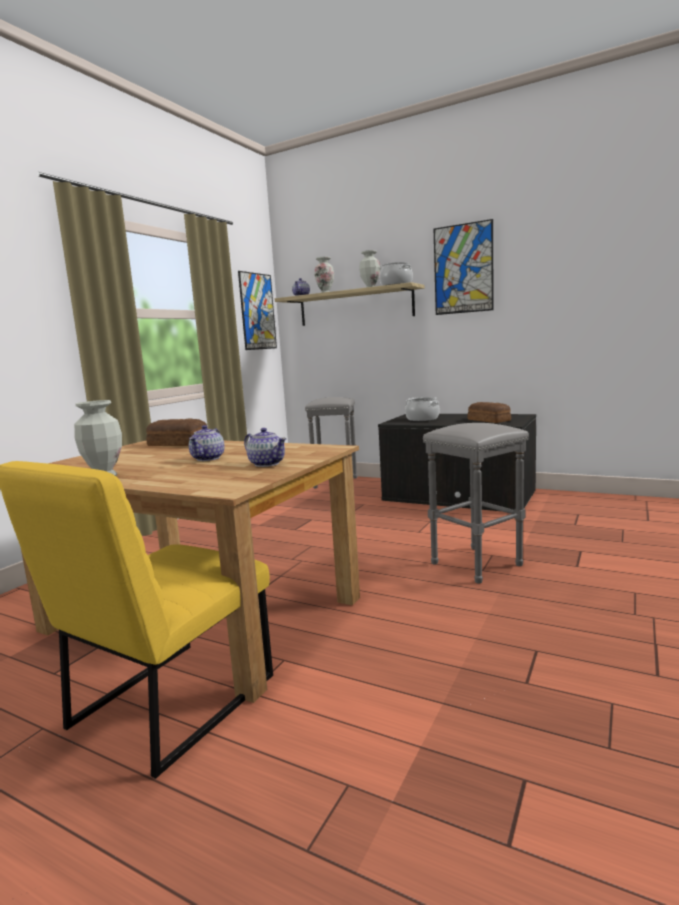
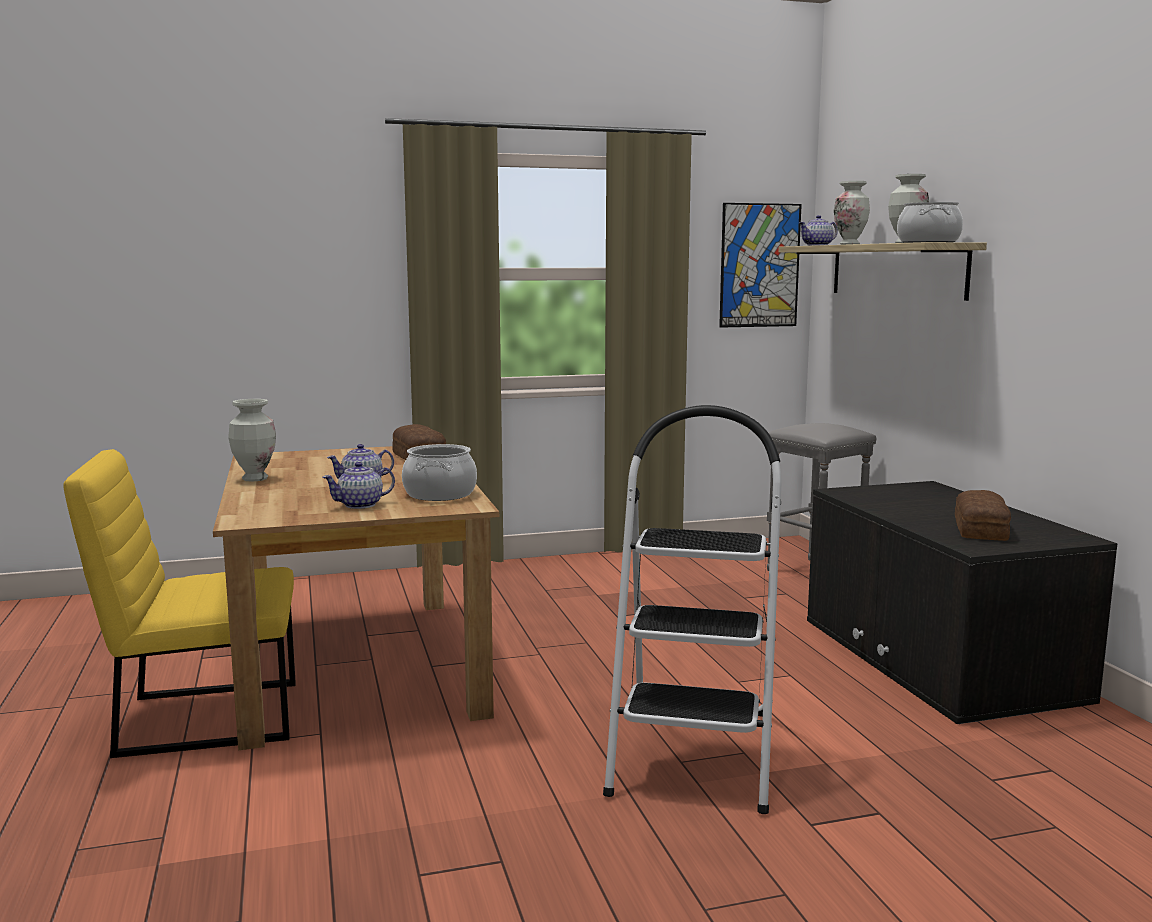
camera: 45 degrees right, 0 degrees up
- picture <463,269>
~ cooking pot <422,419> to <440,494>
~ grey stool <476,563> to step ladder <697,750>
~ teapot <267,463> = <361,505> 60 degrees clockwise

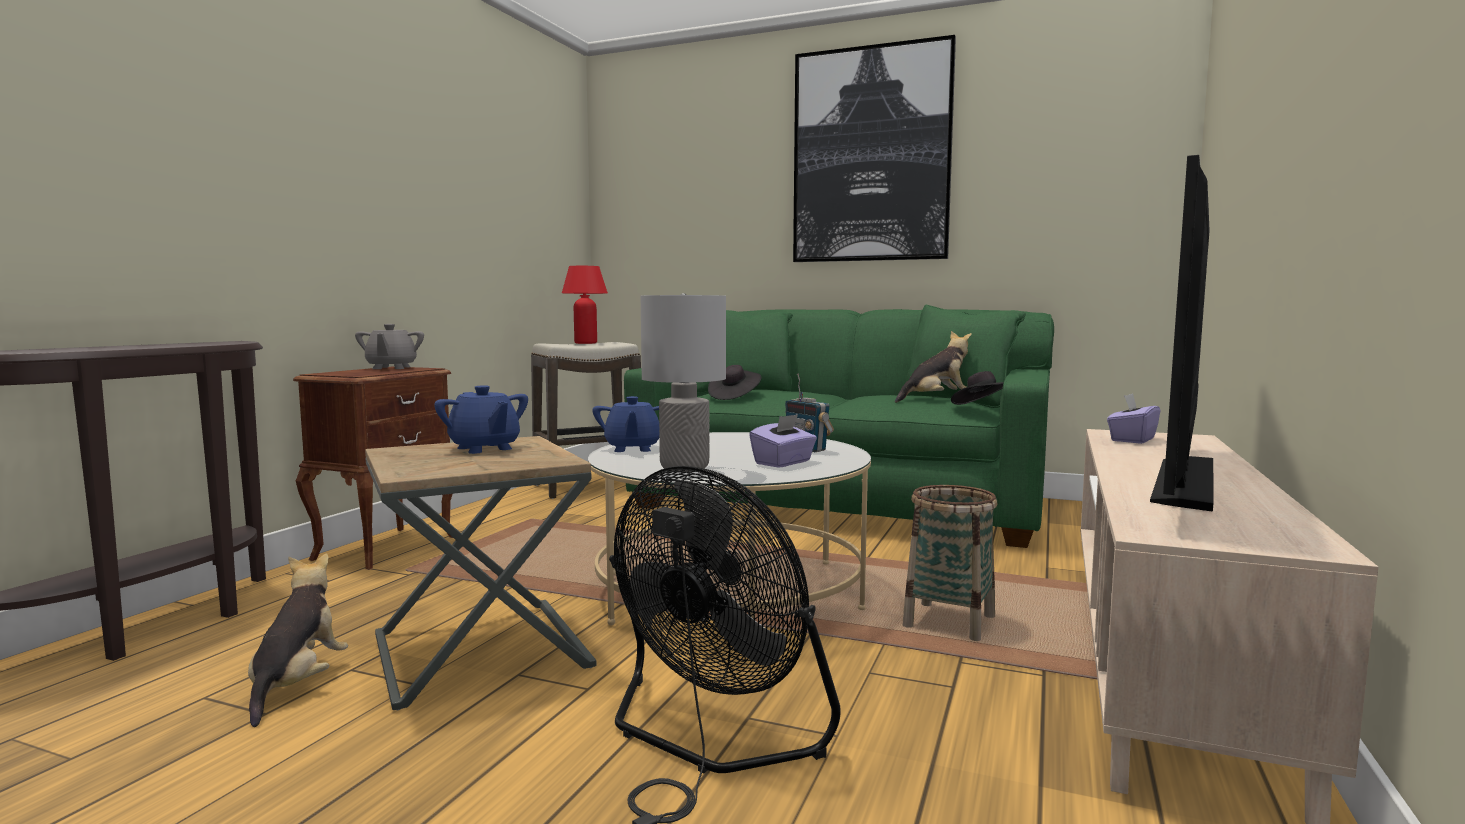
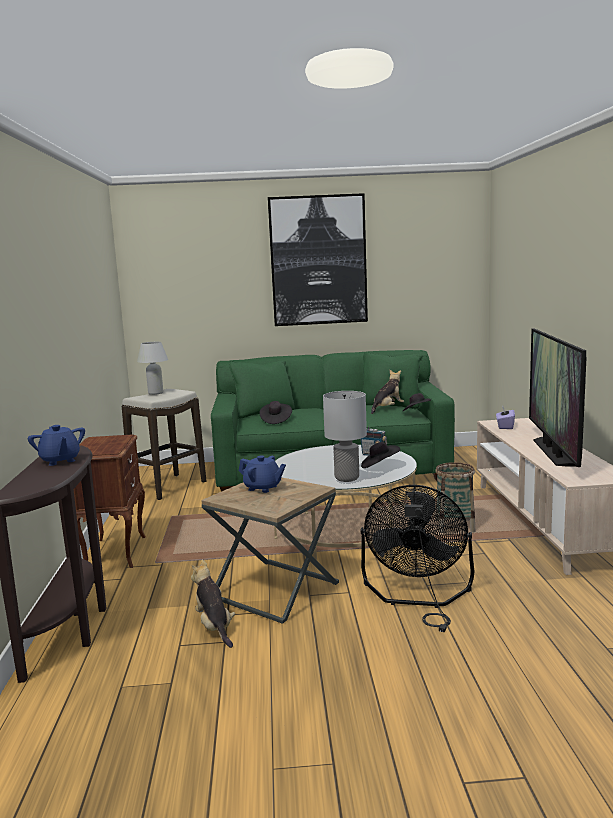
camera: 25 degrees left, 5 degrees up
- grey teapot <391,368>
~ blue teapot <632,448> to <60,460>
~ purple tissue box <783,463> to black hat <379,466>
~ red table lamp <585,343> to white table lamp <155,393>

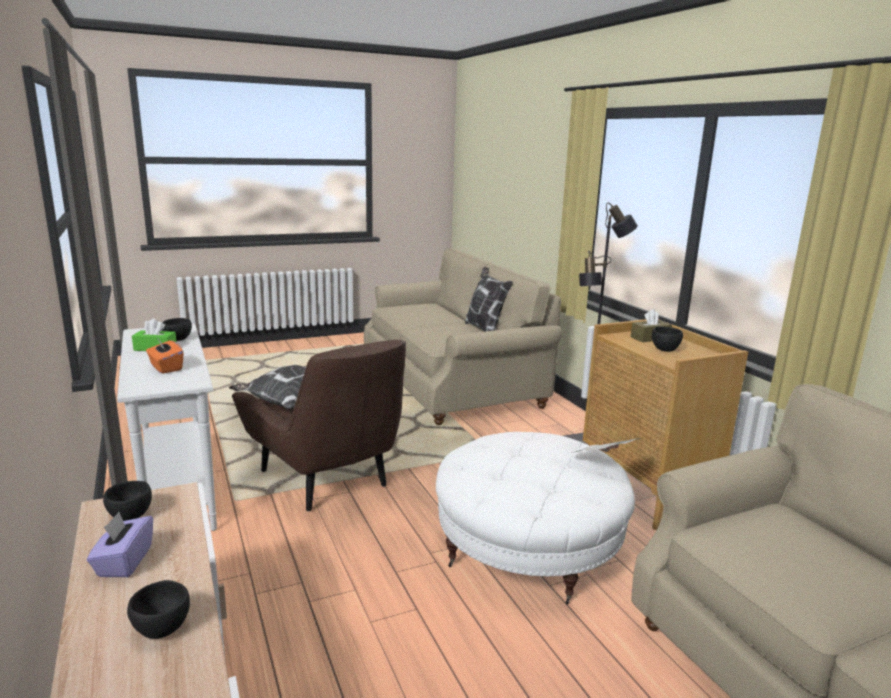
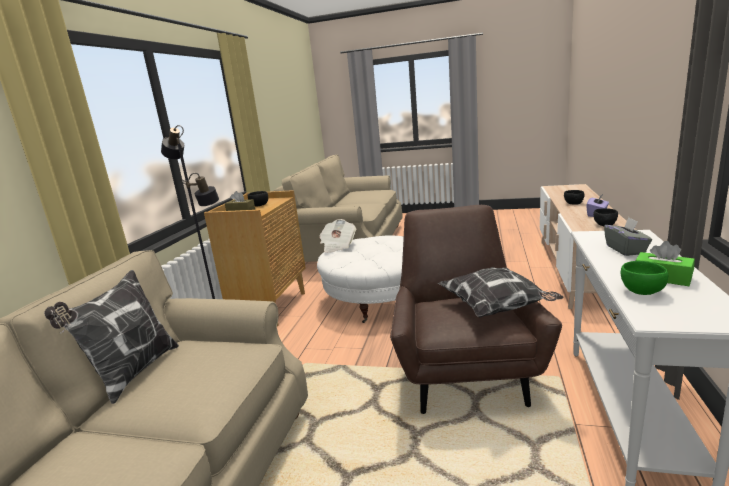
camera: 140 degrees left, 0 degrees up
~ orange tissue box <166,368> to grey tissue box <626,250>
~ black bowl <177,339> to green bowl <643,292>

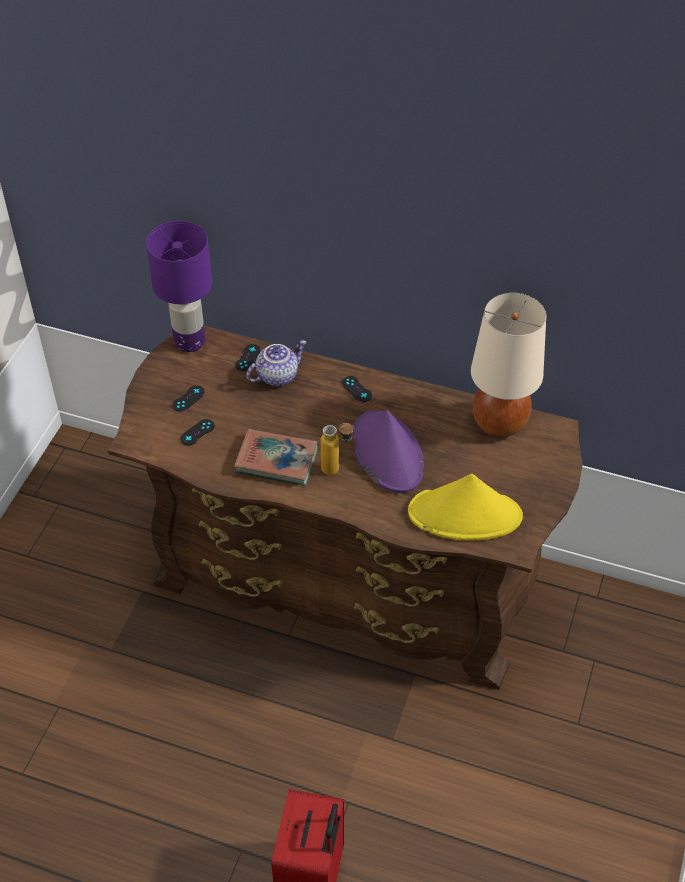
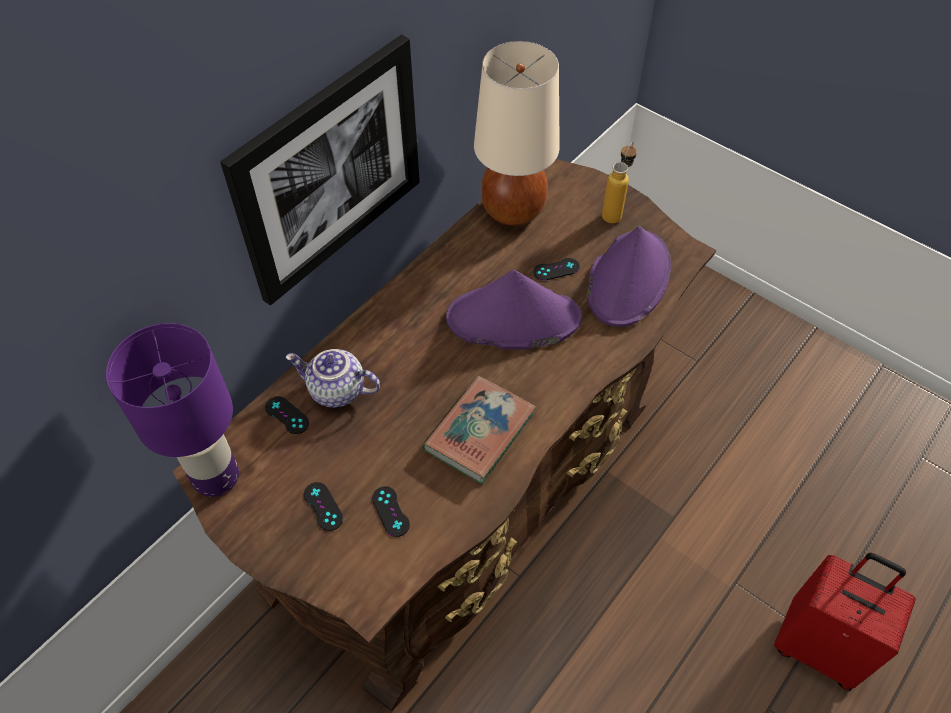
camera: 70 degrees left, 5 degrees up
+ picture <329,170>
~ bottle <337,470> to <615,211>
~ black game controller <356,389> to <556,269>
~ yellow hat <465,514> to purple hat <628,279>
~ teapot <277,375> = <336,391> 60 degrees counterclockwise

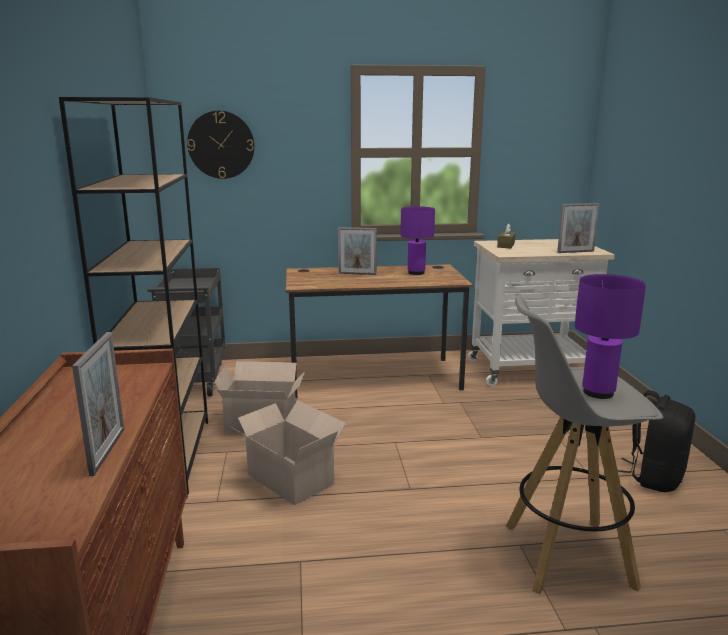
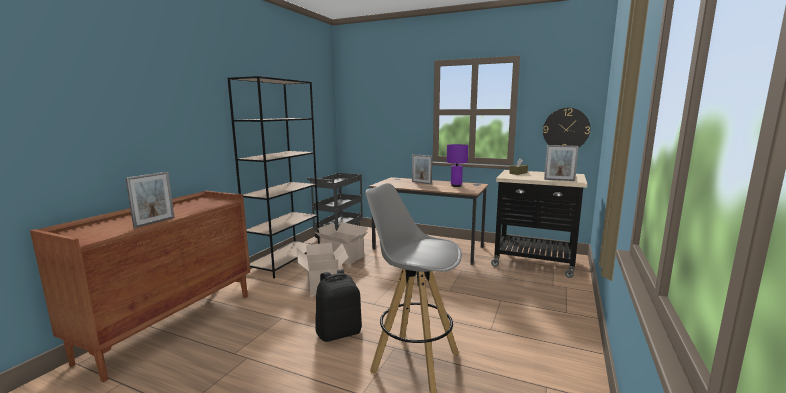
camera: 30 degrees right, 5 degrees down
- purple table lamp <598,393>
~ wall clock <221,145> to <566,129>
~ black backpack <654,477> to <339,332>
~ white cart <529,370> to black cart <533,263>

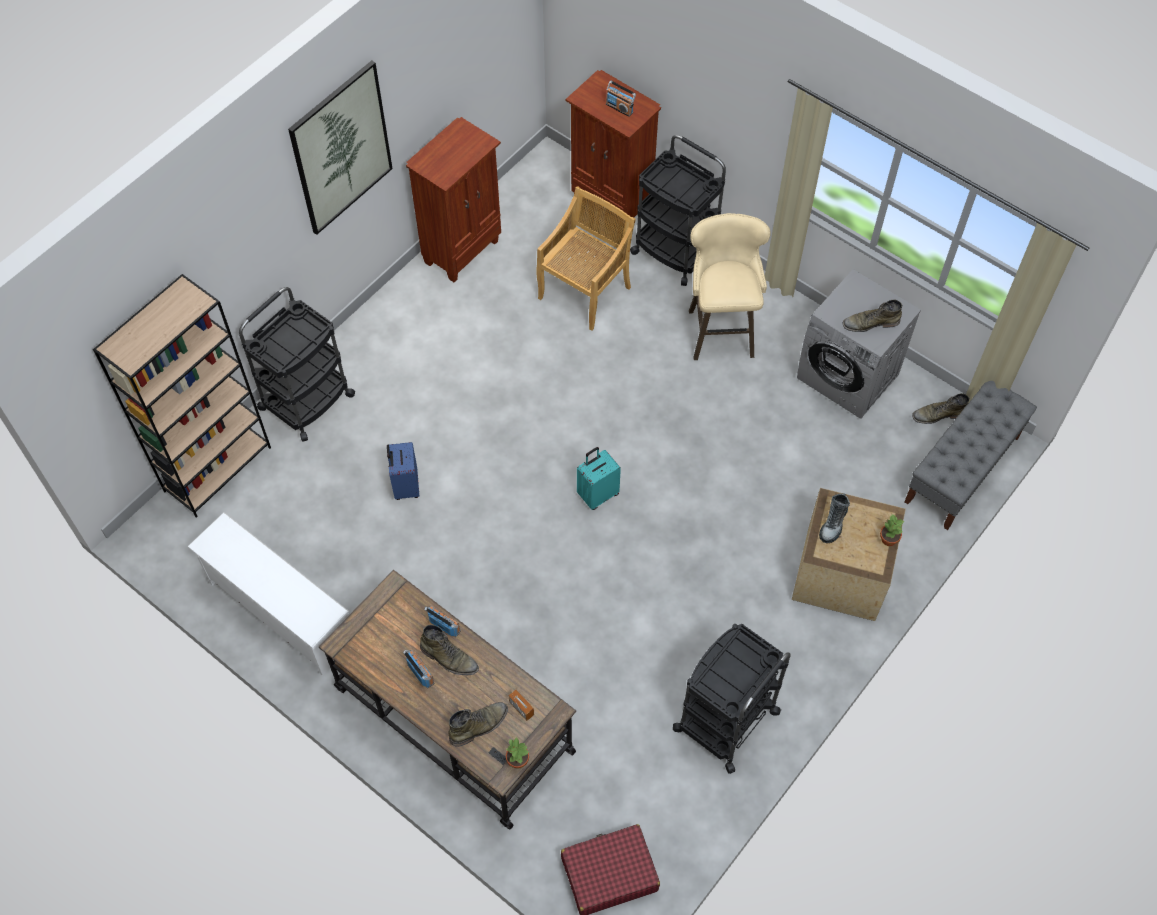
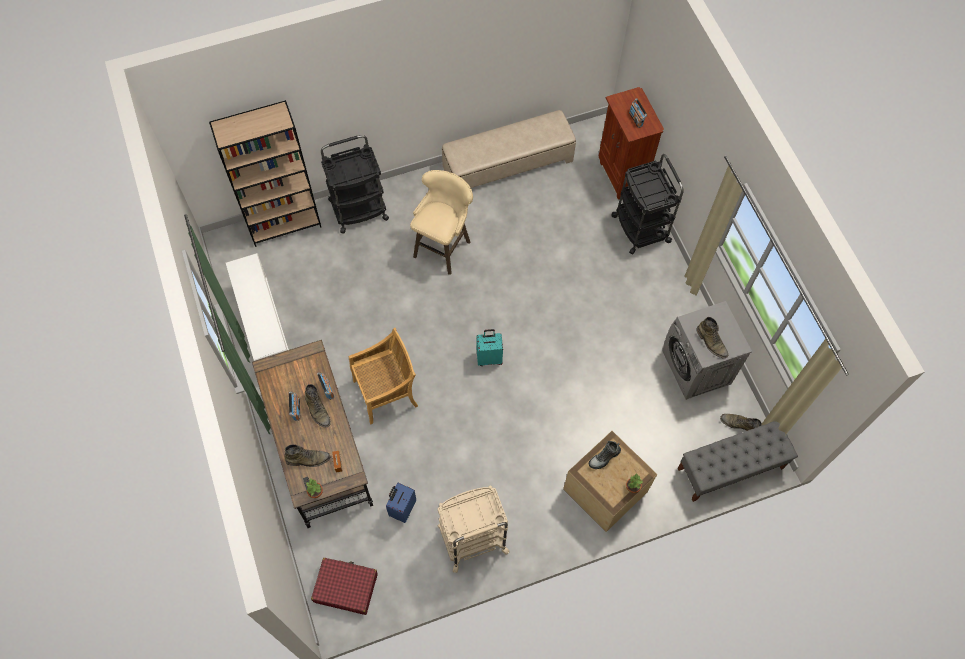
camera: 30 degrees right, 5 degrees up
- picture <341,148>
~ blue suitcase <405,486> to <402,508>
~ beige chair <585,291> to <386,392>
~ beige stool <720,330> to <443,247>
~ brown cabinet <463,253> to beige bench <508,163>
~ black cart <725,720> to beige cart <473,538>
~ green boot <870,323> = <711,342> 150 degrees counterclockwise

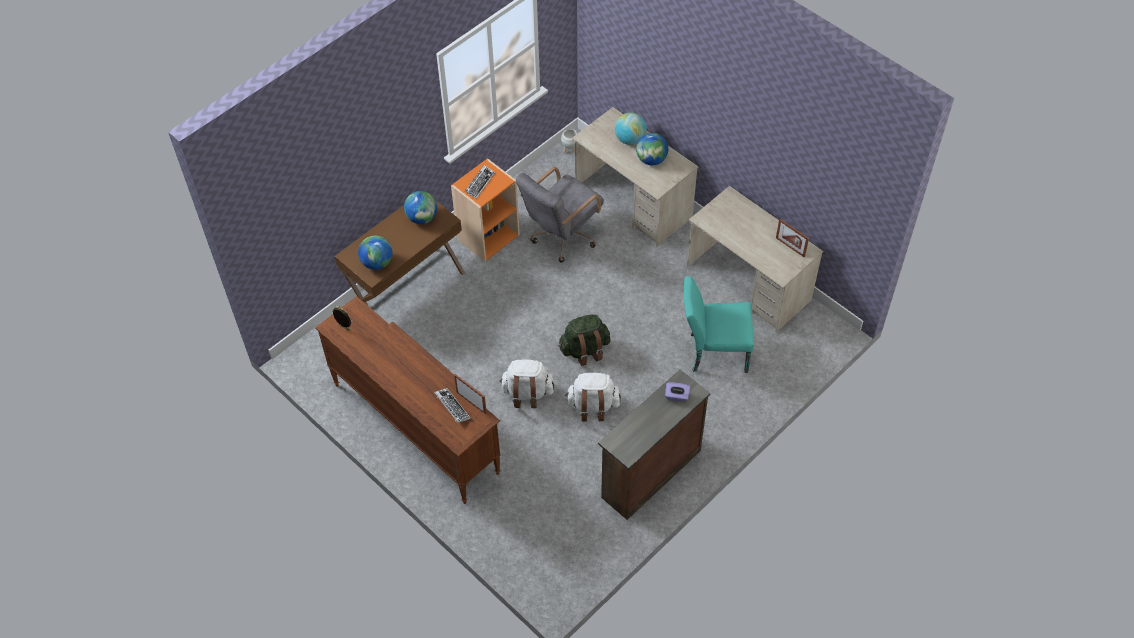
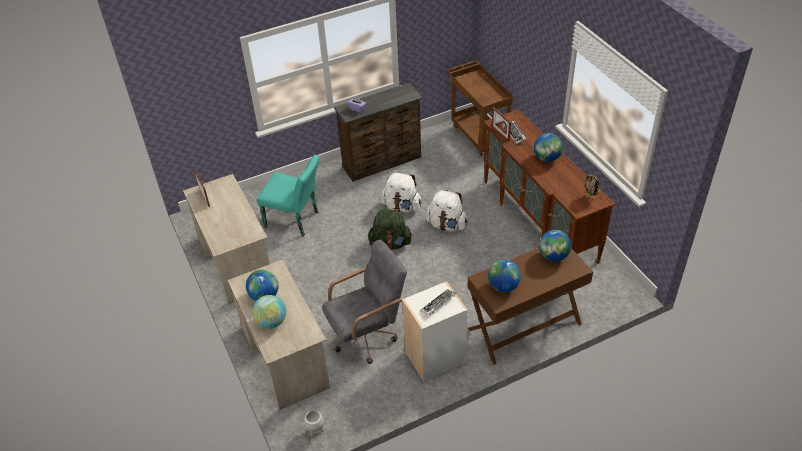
camera: 160 degrees left, 10 degrees down
+ brown cart <477,137>
+ globe <547,158>
~ orange bookcase <488,236> to white bookcase <434,358>

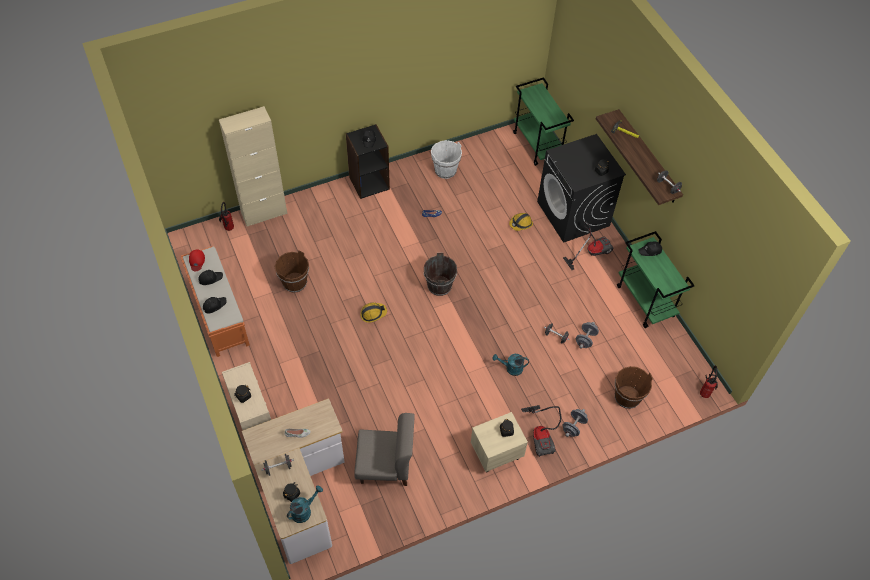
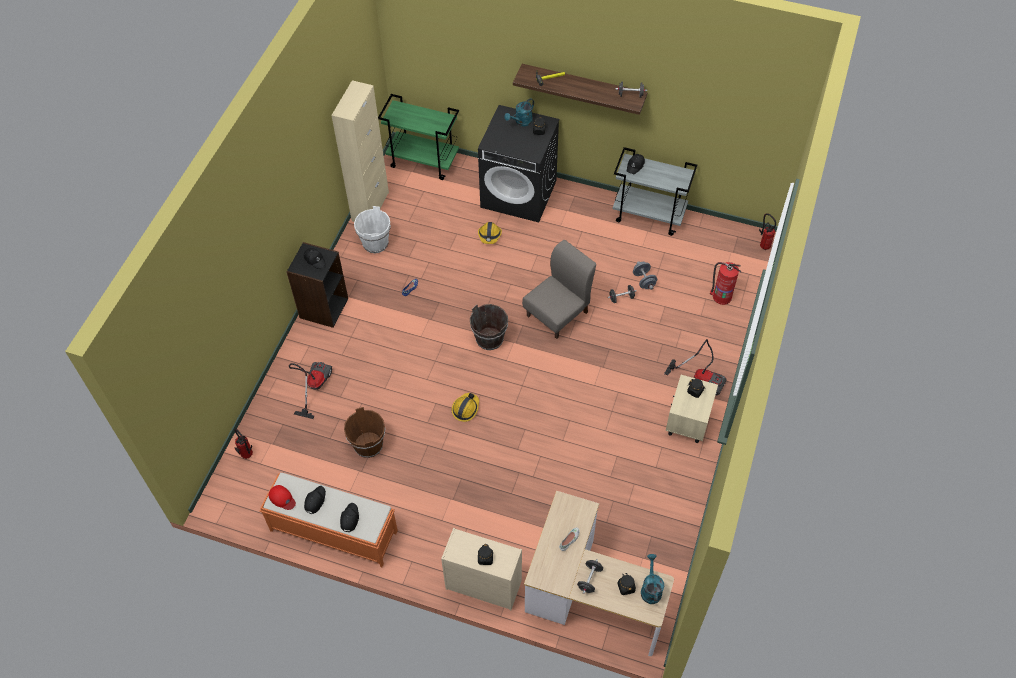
camera: 45 degrees left, 0 degrees up
- grey dumbbell <573,426>
~ beige cabinet <264,213> to <370,206>
~ grey chair <385,465> to <558,314>
~ turquoise watering can <511,368> to <521,122>
~ vacuum cleaner <591,252> to <314,386>
~ brown bucket <627,397> to fire extinguisher <721,296>
~ green cart <645,301> to grey cart <649,215>

